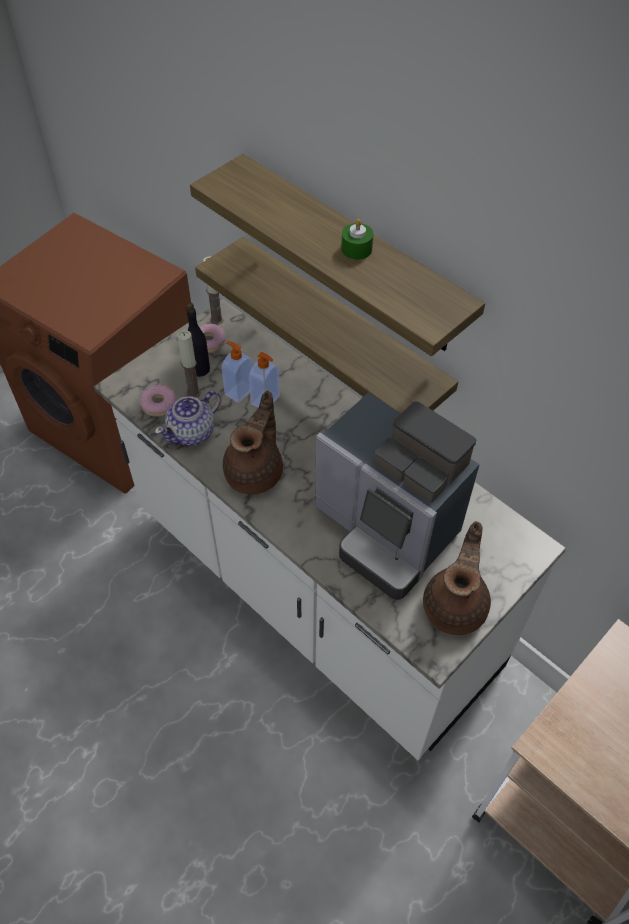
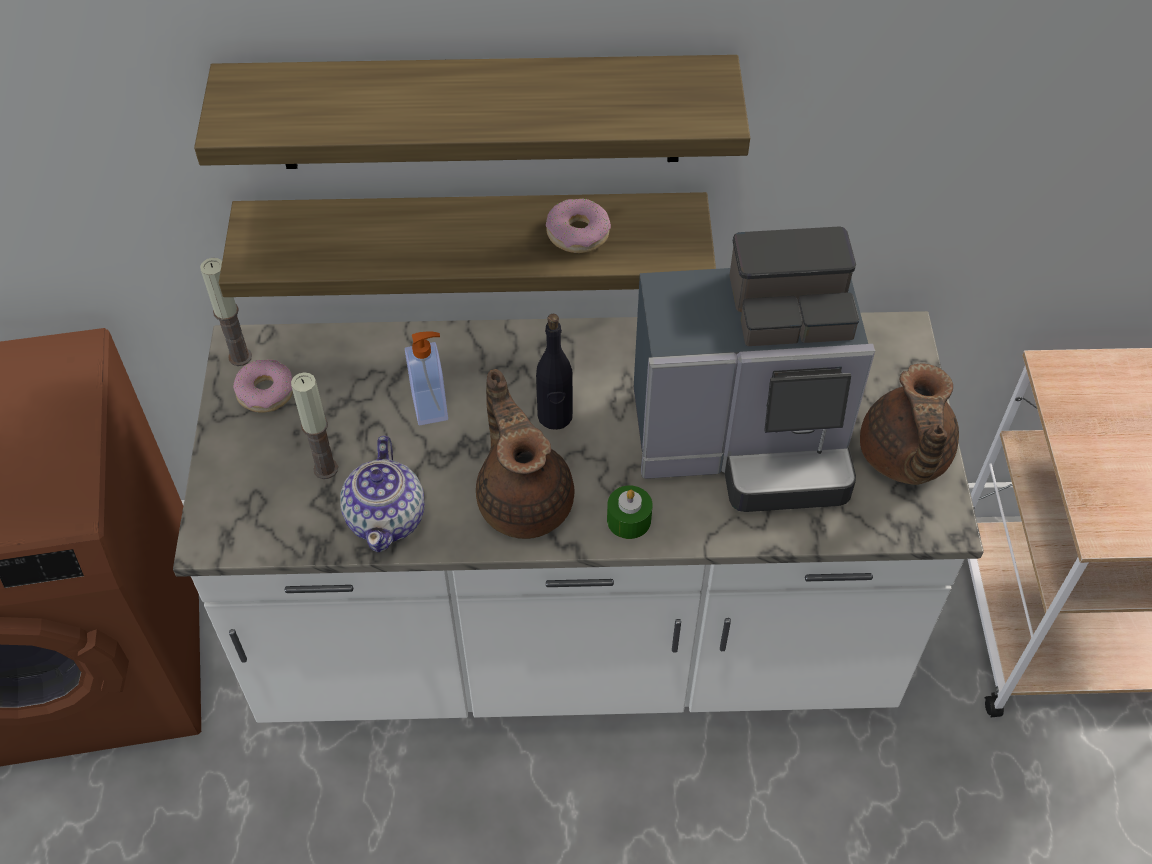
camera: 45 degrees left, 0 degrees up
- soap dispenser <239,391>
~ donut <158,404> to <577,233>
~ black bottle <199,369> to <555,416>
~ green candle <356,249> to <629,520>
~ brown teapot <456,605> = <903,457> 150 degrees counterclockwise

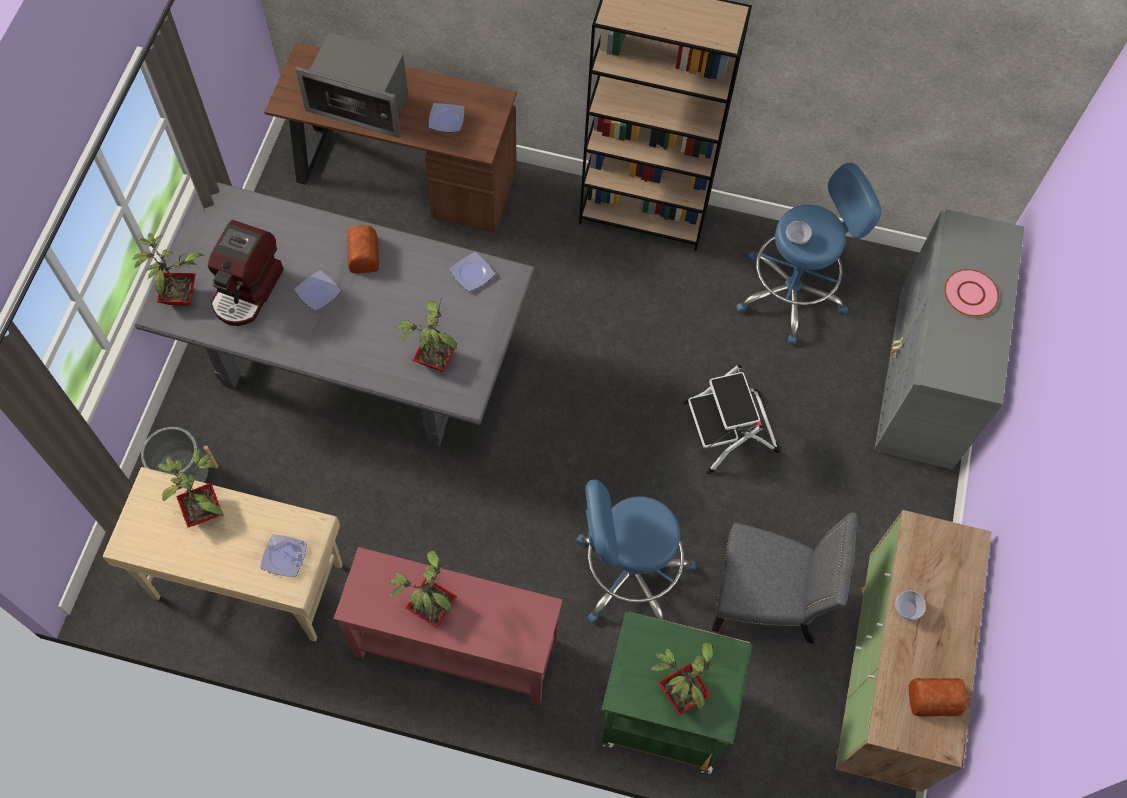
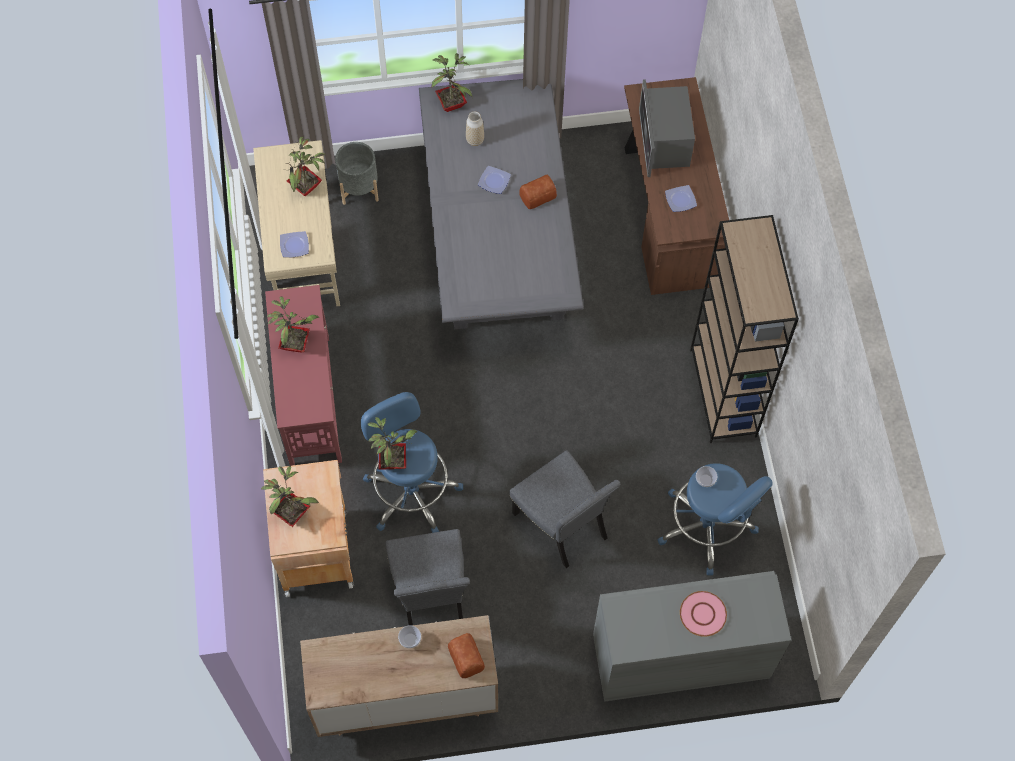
camera: 70 degrees right, 0 degrees up
- plate <471,273>
~ potted plant <434,359> to <393,460>
~ bread <933,697> to <466,656>
~ coffee machine <248,290> to vase <475,140>
~ step ladder <730,429> to grey chair <560,522>
~ green cart <661,714> to brown cart <315,550>

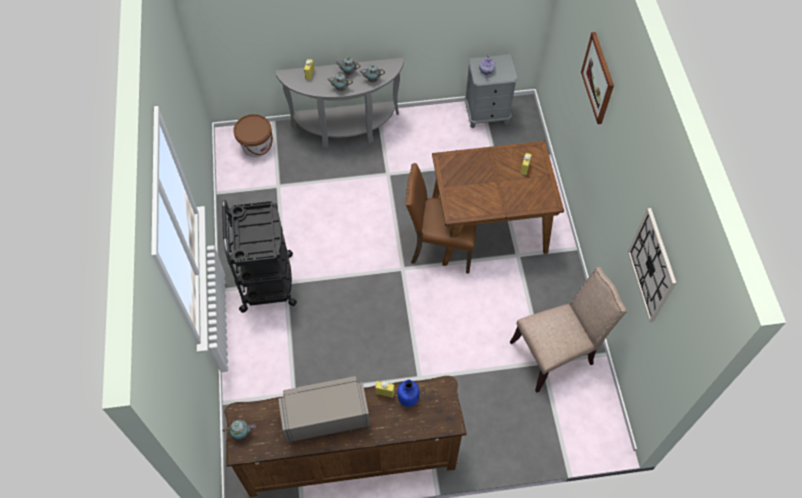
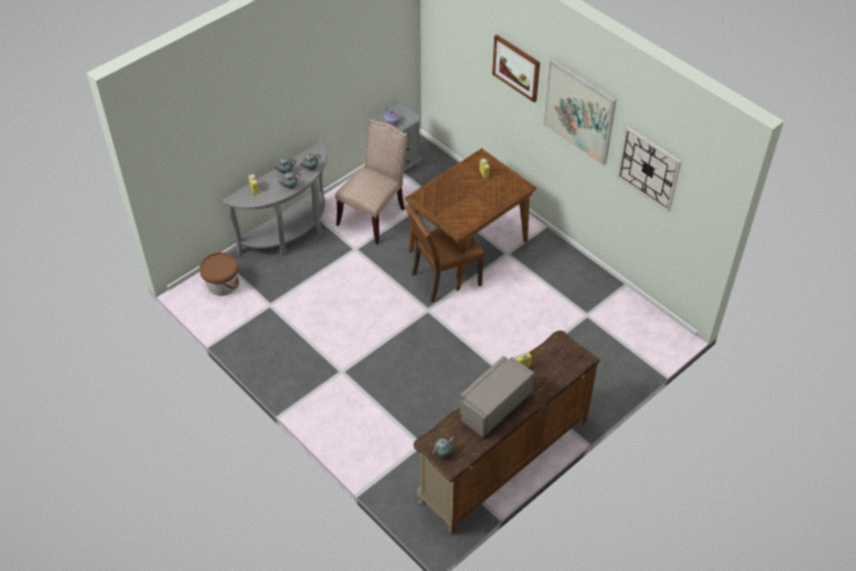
camera: 35 degrees left, 10 degrees down
- black cart <267,282>
- blue bottle <408,399>
+ picture <579,111>
~ beige chair <555,353> to <374,215>

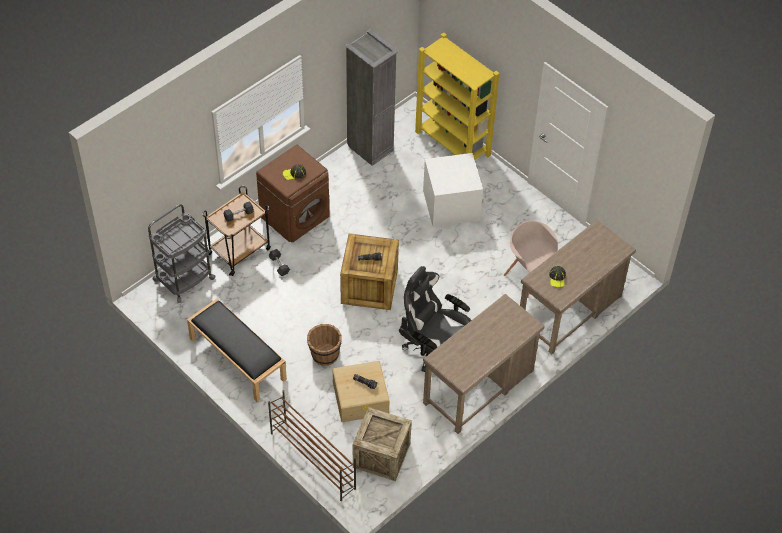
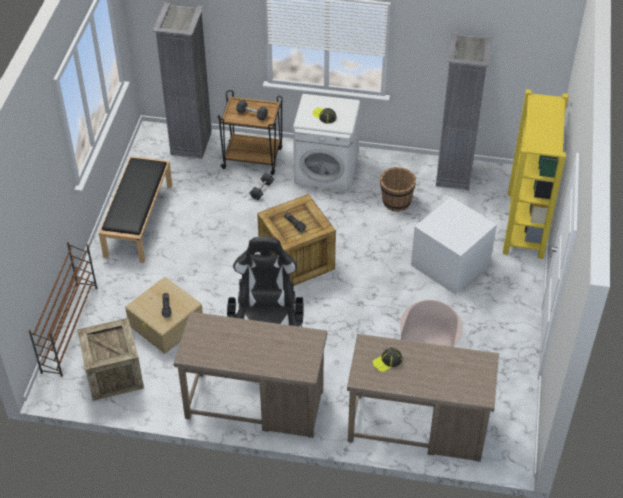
camera: 55 degrees right, 5 degrees down
~ brown bucket <324,355> to <396,202>
~ grey cart <184,279> to grey cabinet <191,144>
~ brown washing machine <296,216> to white washing machine <326,171>

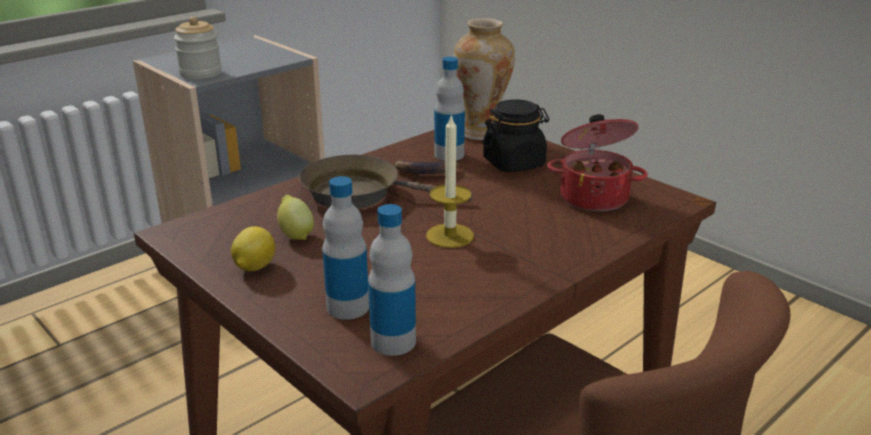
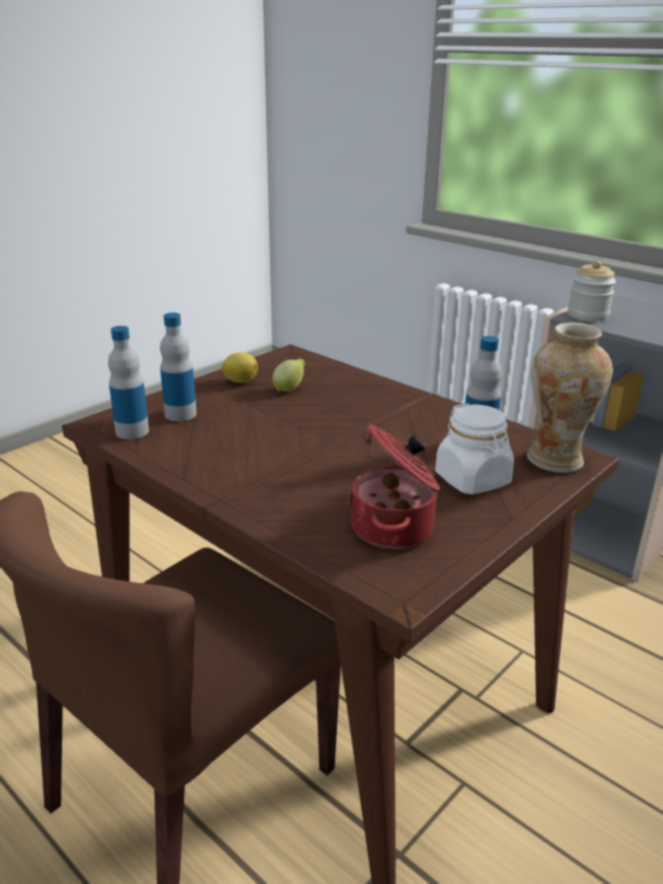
camera: 85 degrees right, 0 degrees up
- brown frying pan <359,193>
- banana <425,171>
- candle <450,236>
~ black jar <514,163> to white jar <472,480>

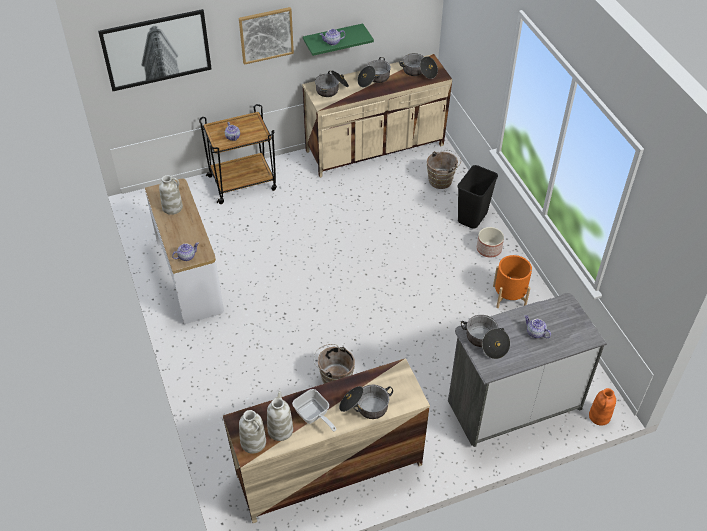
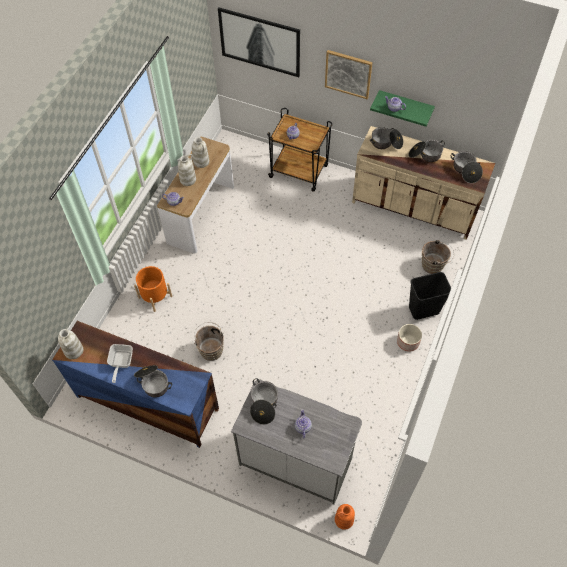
camera: 45 degrees right, 10 degrees up
~ white vase <280,430> to <188,179>
~ orange planter <509,296> to <155,297>
~ beige cabinet <327,468> to blue cabinet <147,401>

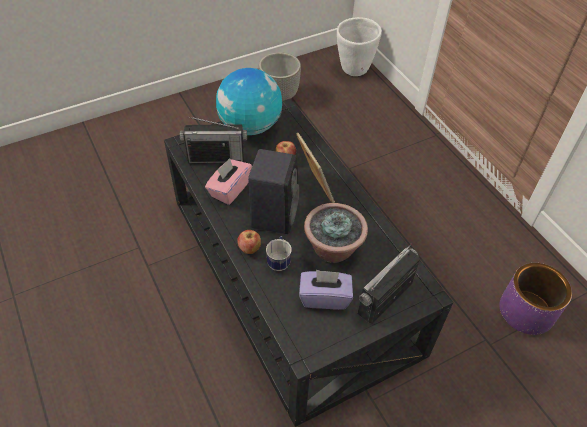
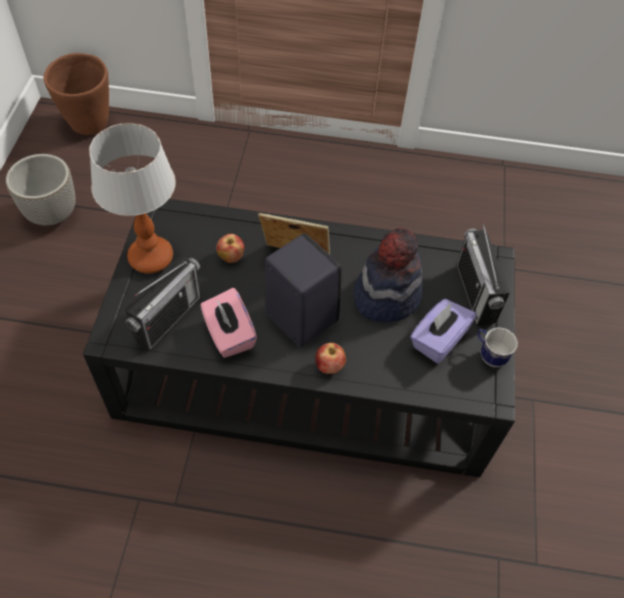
camera: 55 degrees left, 5 degrees up
- purple planter <526,311>
~ mug <279,261> to <489,354>
~ globe <250,126> to table lamp <150,257>
~ potted plant <333,249> to hat <386,295>
~ white planter <354,69> to brown planter <89,124>

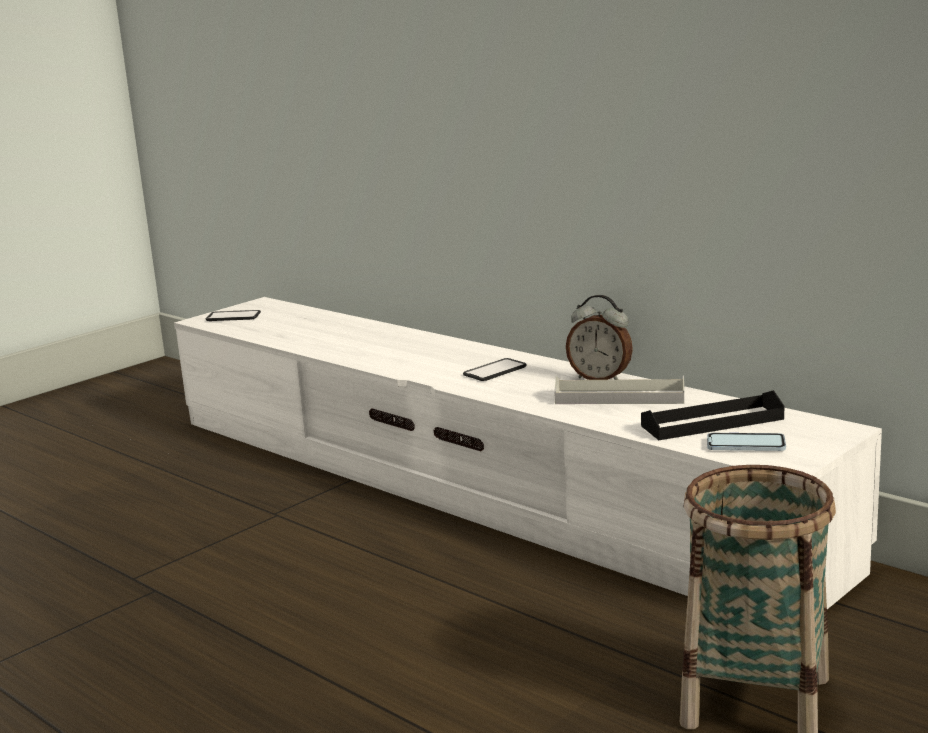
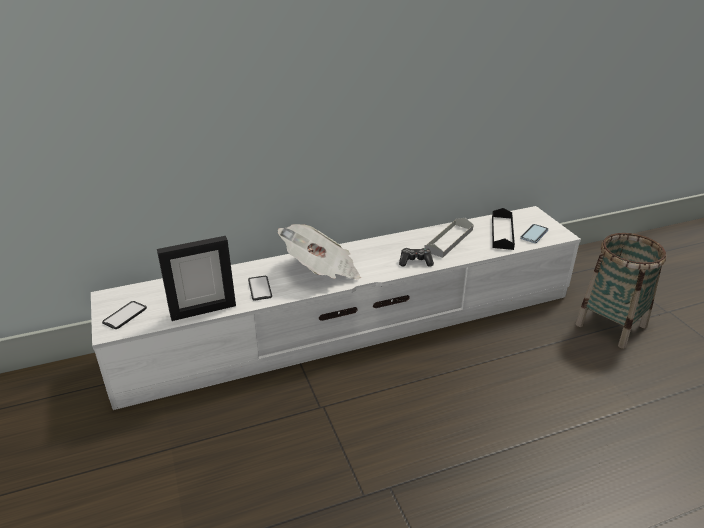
camera: 65 degrees left, 15 degrees up
- alarm clock <600,378>
+ picture frame <203,310>
+ newspaper <321,270>
+ game controller <415,261>
~ phone <495,371> to <260,288>

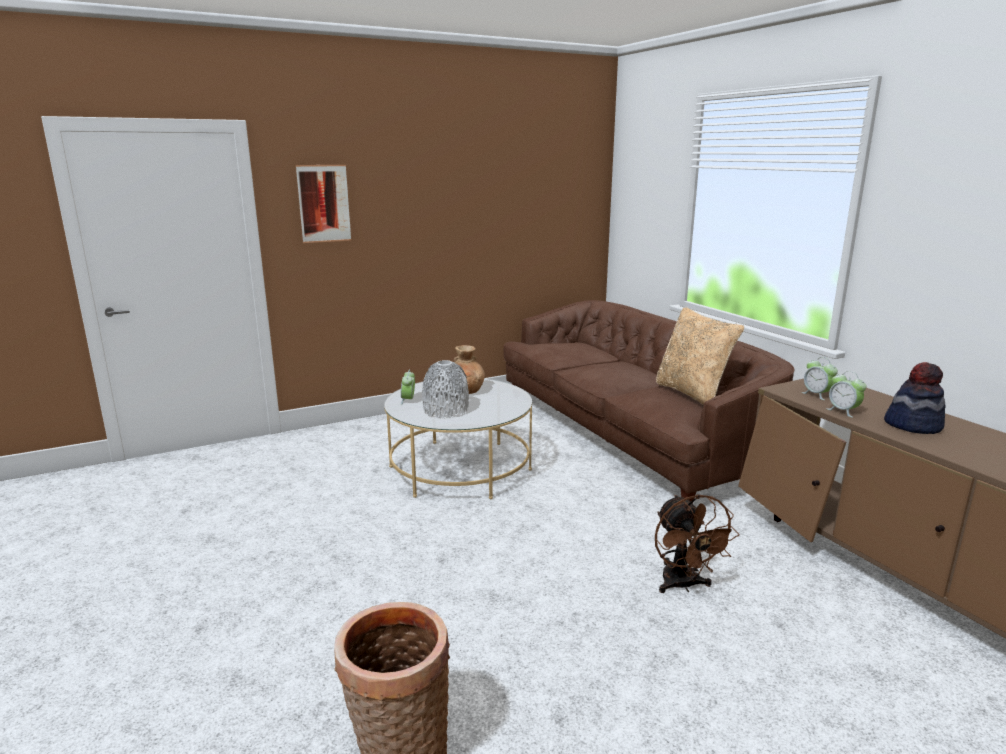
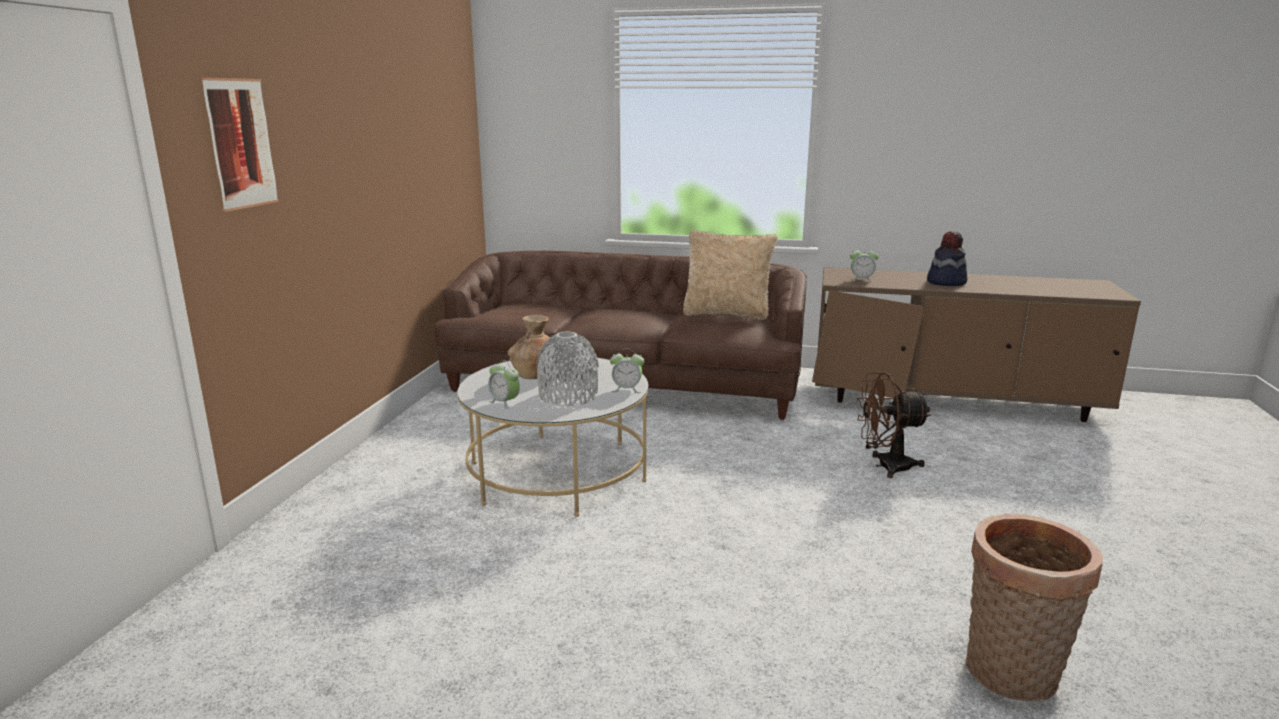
camera: 50 degrees left, 0 degrees up
~ alarm clock <843,411> to <627,389>
~ brown fan <683,585> = <885,466> 150 degrees clockwise

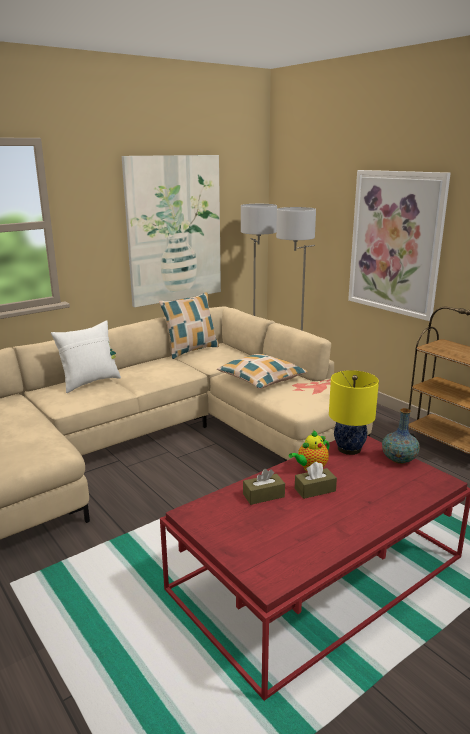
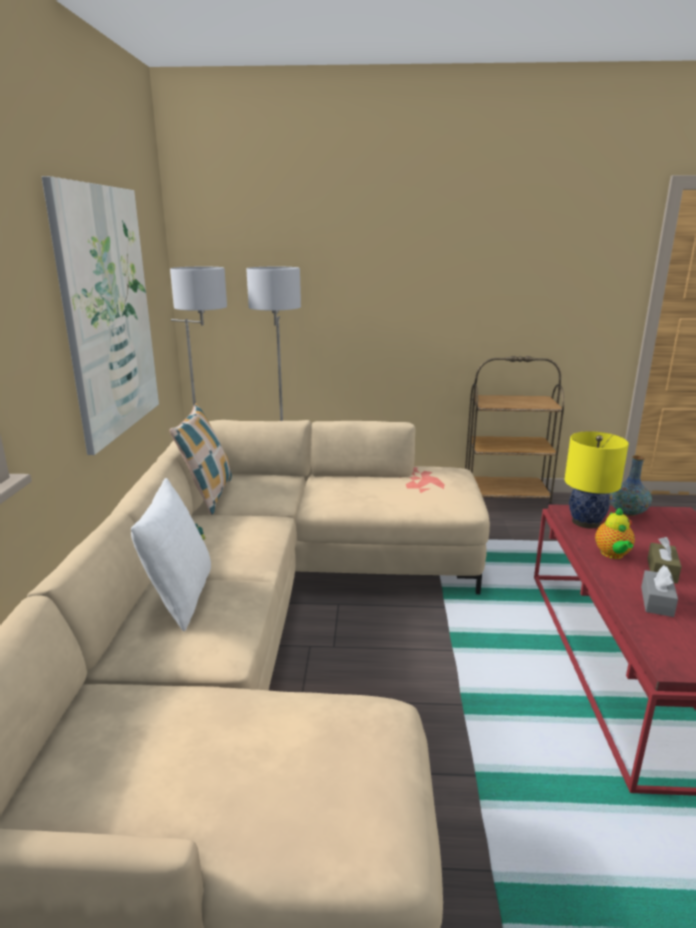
camera: 50 degrees left, 0 degrees up
- pillow <261,379>
- picture <395,243>
~ brown tissue box <263,495> to grey tissue box <656,601>

